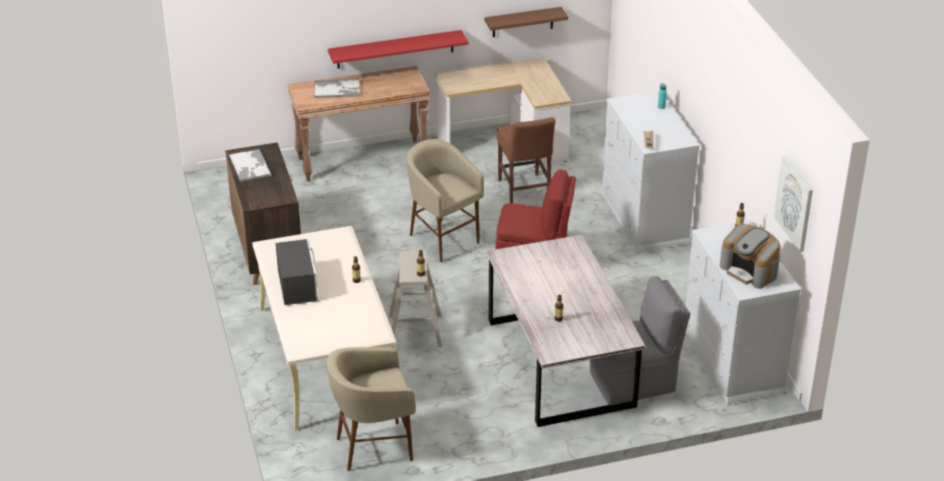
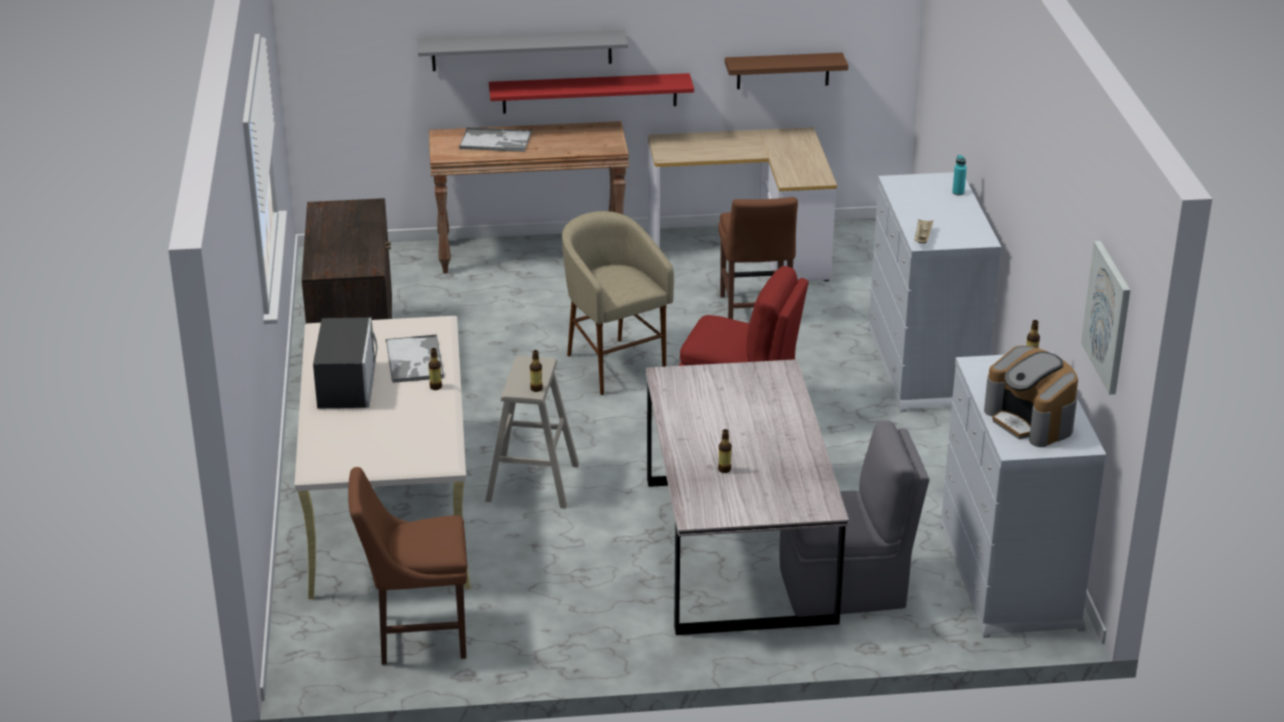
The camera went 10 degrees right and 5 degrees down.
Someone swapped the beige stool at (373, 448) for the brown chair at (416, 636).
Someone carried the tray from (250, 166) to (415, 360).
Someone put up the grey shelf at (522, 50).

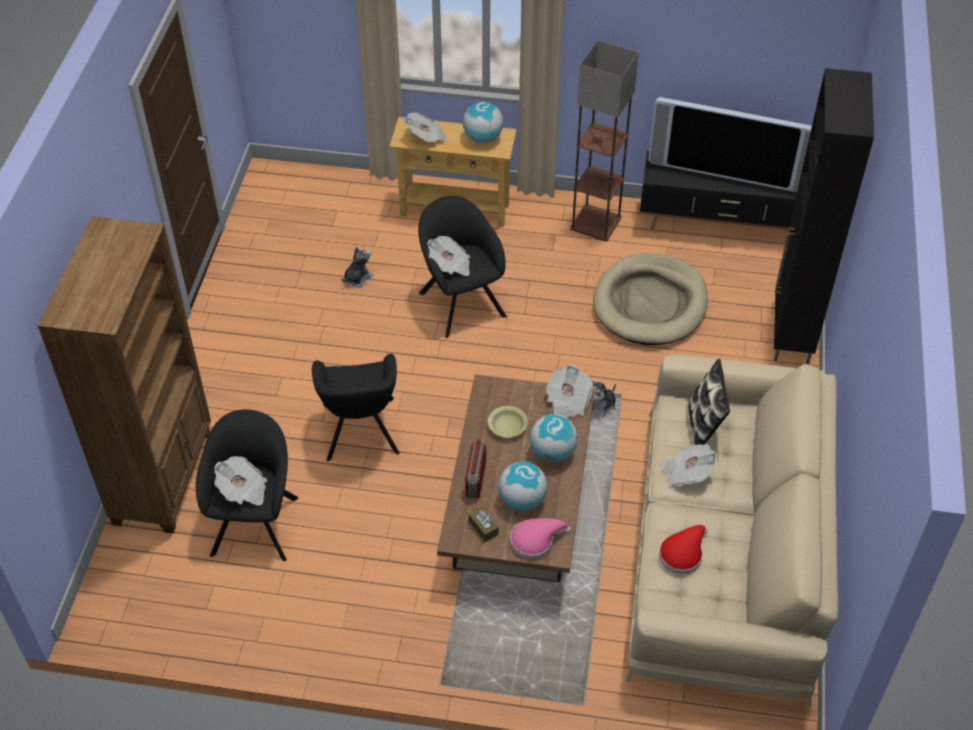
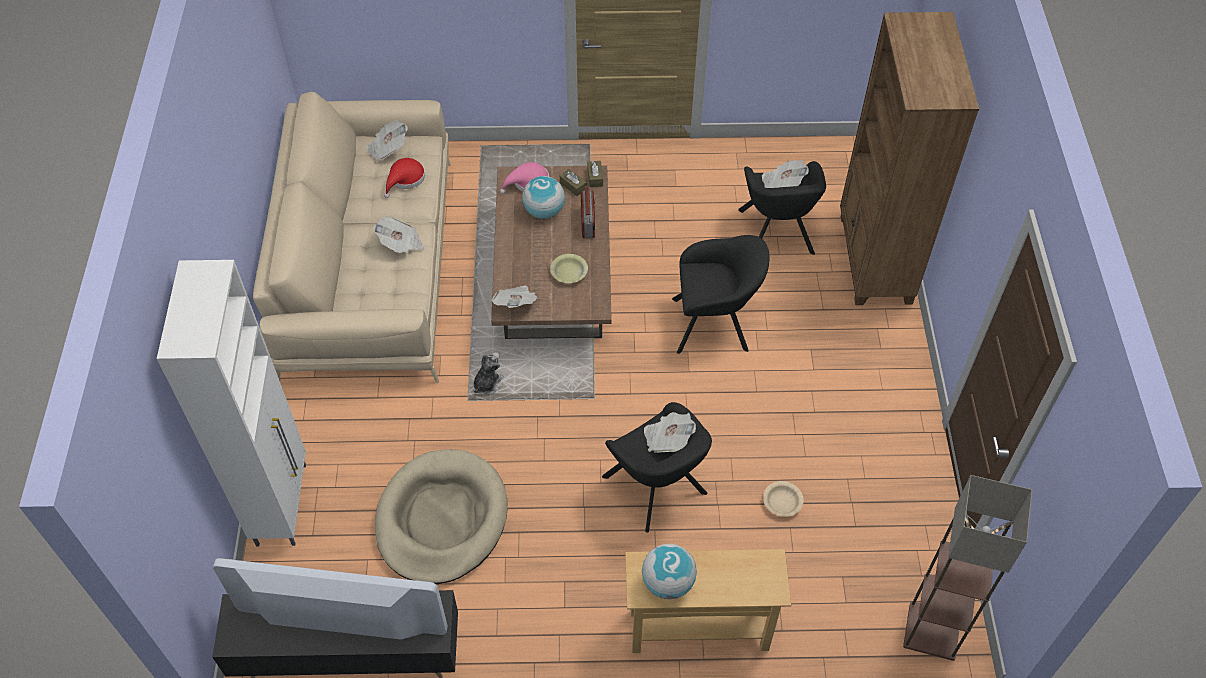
The camera went 170 degrees right and 5 degrees up.
Someone repainted the black cabinet at (791, 333), which became the white cabinet at (282, 503).
Someone carried the newspaper from (426, 137) to (387, 149).
Someone put down the brown tissue box at (595, 177).
Someone rotated the black armchair at (360, 432) by 105 degrees clockwise.
Someone swapped the plush toy at (357, 278) for the beige bowl at (782, 502).
Someone carried the floor lamp from (595, 223) to (932, 630).
Someone took away the globe at (553, 452).
Someone took away the pillow at (704, 425).

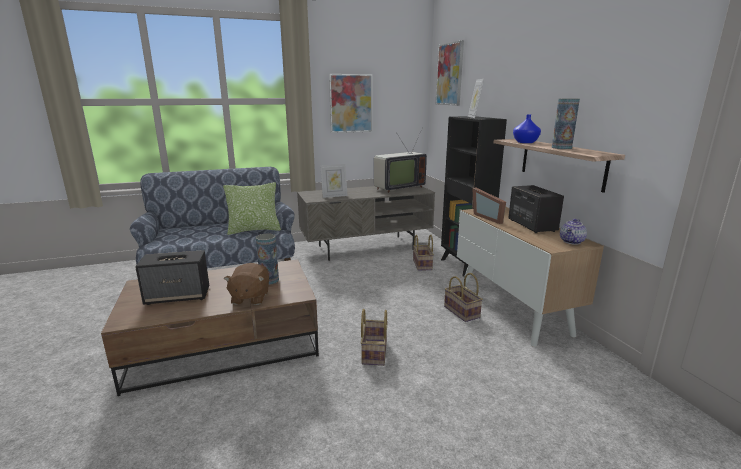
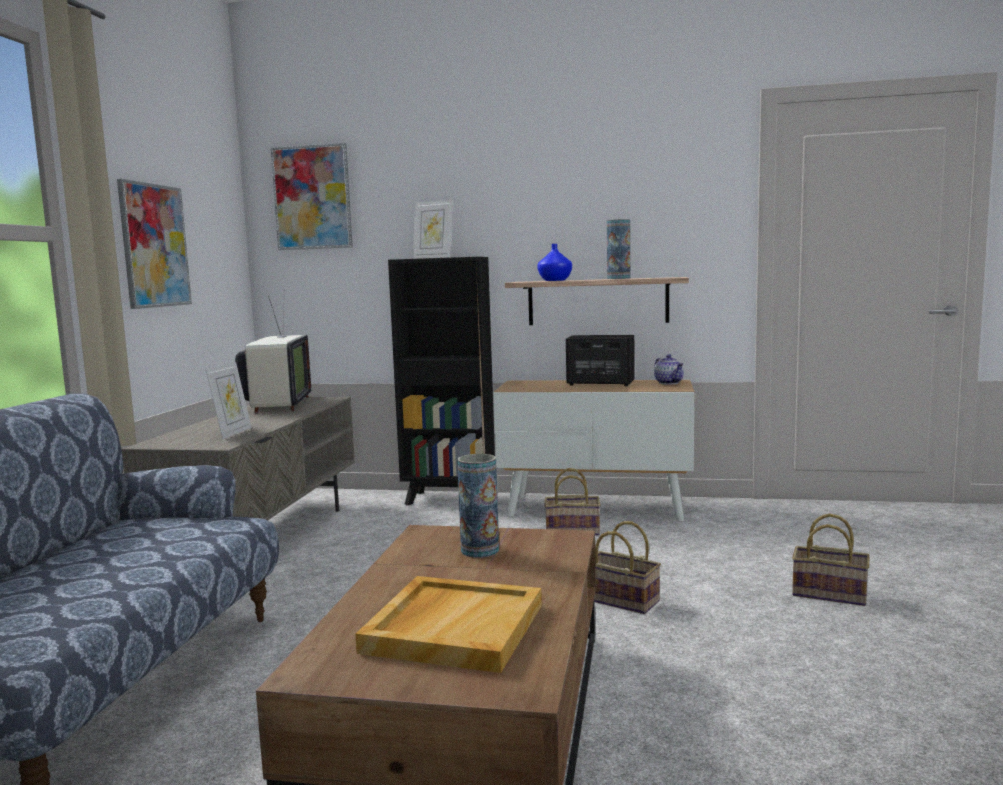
The camera went 60 degrees left and 10 degrees down.
Someone swapped the speaker at (178, 296) for the beige tray at (453, 627).
Someone carried the basket from (423, 265) to (831, 594).
Someone took away the pillow at (254, 230).
Someone took away the brown plush toy at (250, 298).
Someone took away the picture frame at (489, 217).

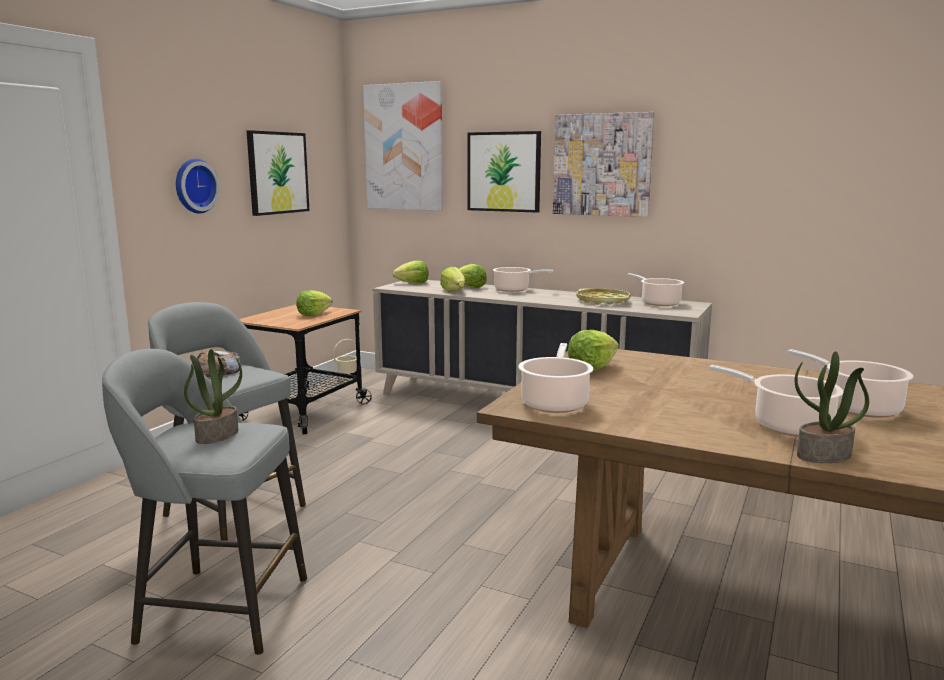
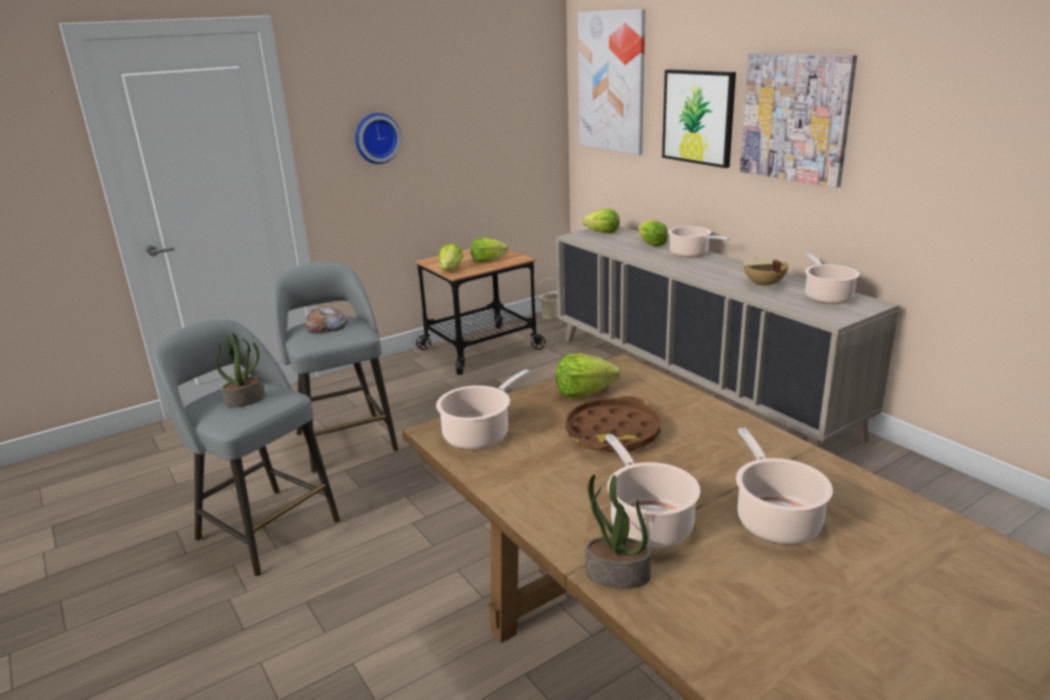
The camera went 30 degrees right and 10 degrees up.
Someone carried the lettuce from (454, 291) to (450, 270).
Someone put down the brown tray at (613, 433).
Someone swapped the yellow tray at (602, 301) for the beige cooking pot at (763, 285).
Someone took away the picture at (277, 173).

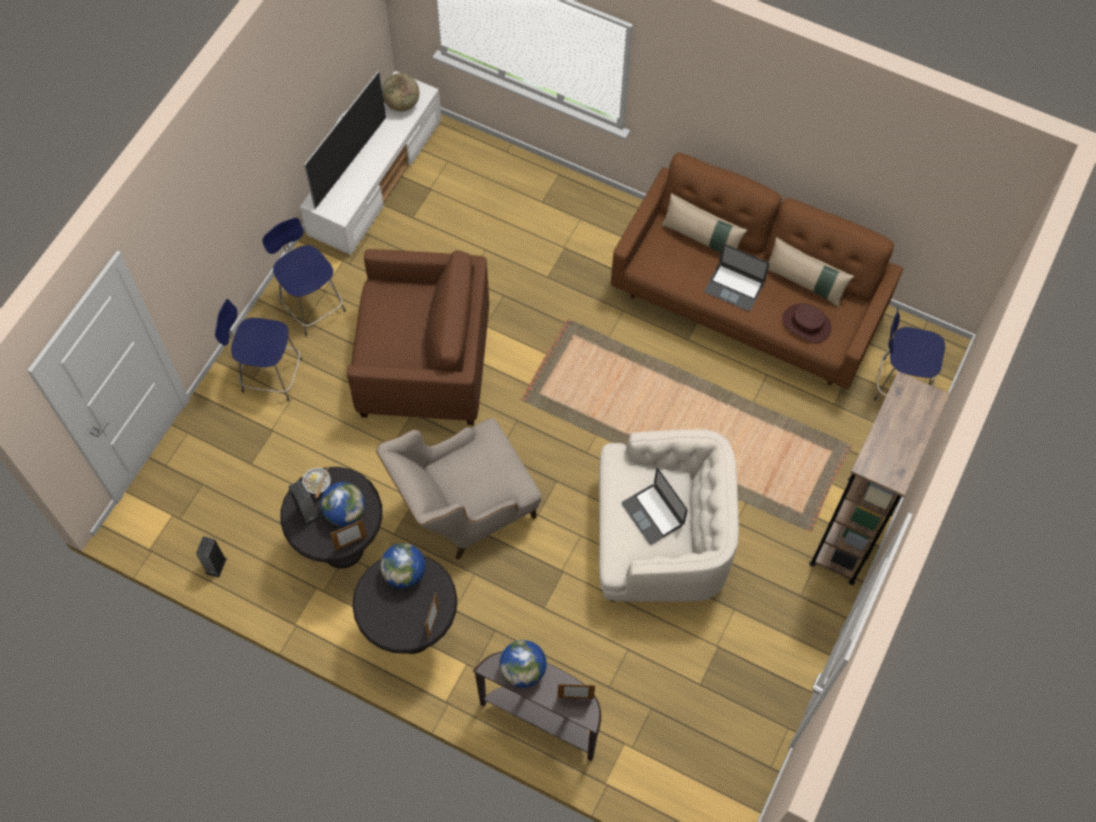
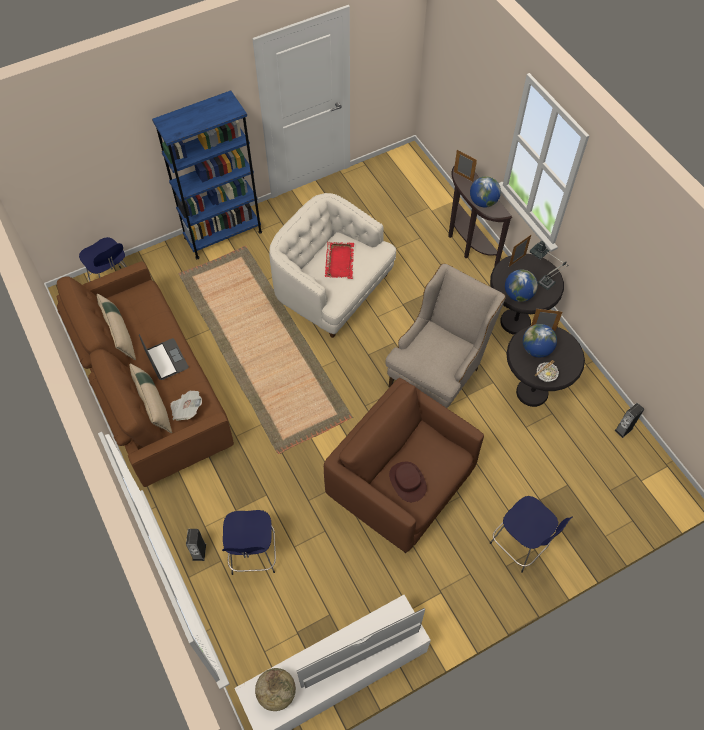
The camera went 145 degrees left and 5 degrees down.
Someone repainted the brown bookcase at (851, 530), which became the blue bookcase at (223, 235).
Someone put down the newspaper at (186, 410).
Someone carried the speaker from (307, 513) to (199, 552).
Someone carried the blue stool from (311, 305) to (253, 555).
Someone swapped the laptop at (652, 514) for the red tray at (339, 261).
Someone rotated the beige armchair at (464, 510) by 60 degrees counterclockwise.
Someone carried the brown hat from (806, 324) to (407, 482).
Someone put down the table lamp at (542, 280).

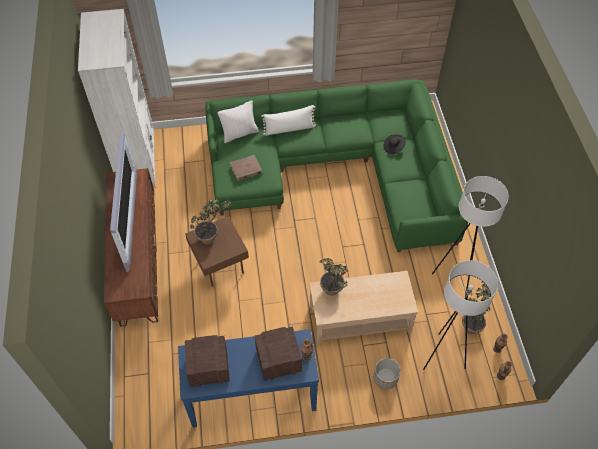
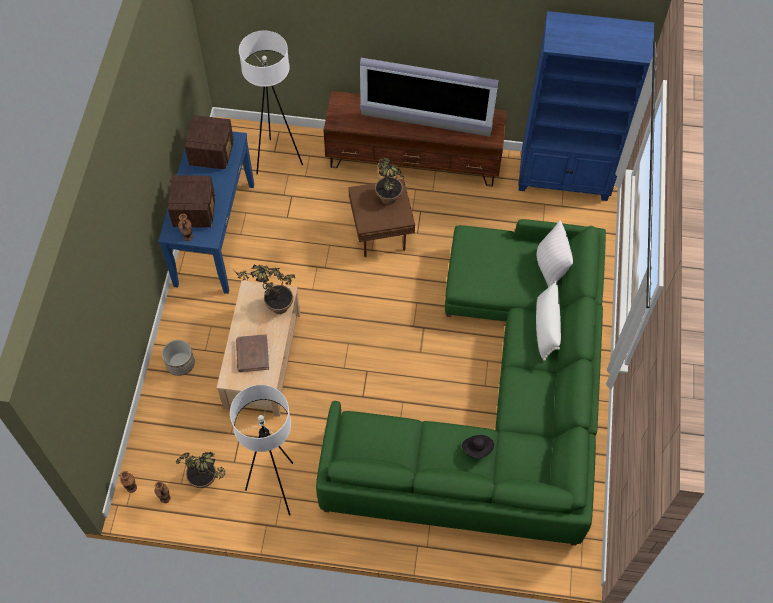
The camera went 105 degrees right and 5 degrees up.
Someone carried the brown book from (246, 169) to (252, 354).
Someone carried the white floor lamp from (442, 356) to (277, 159).
Someone repainted the white bookcase at (138, 161), which became the blue bookcase at (564, 179).

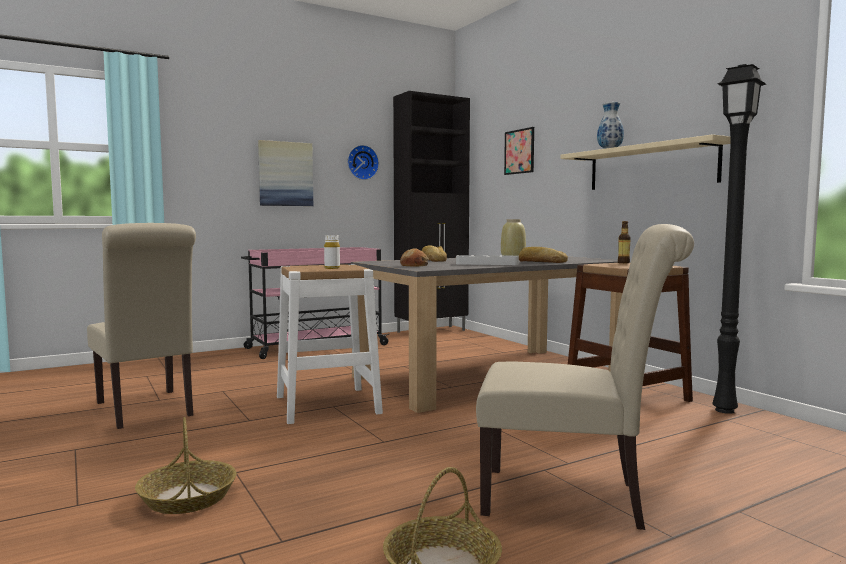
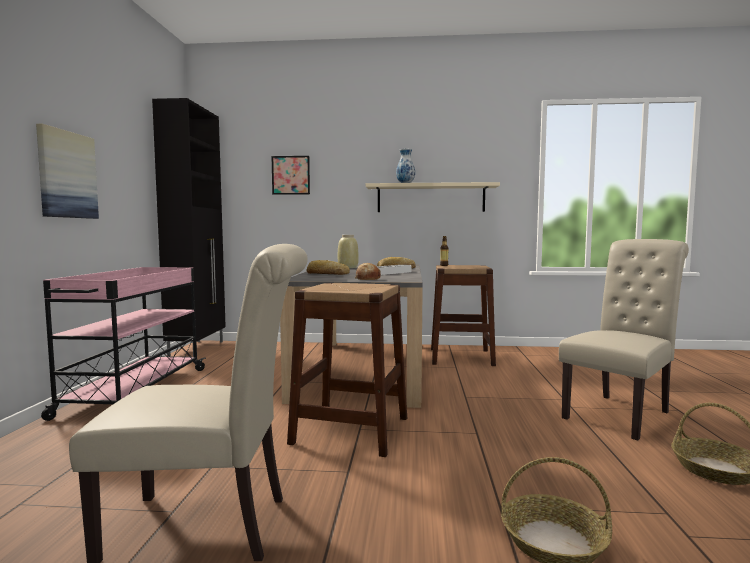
The camera went 55 degrees left and 0 degrees up.
Someone repainted the white stool at (327, 404), which became the brown stool at (351, 430).
Someone took away the white bottle at (332, 268).
Someone took away the wall clock at (362, 162).
Someone took away the black floor lamp at (725, 411).

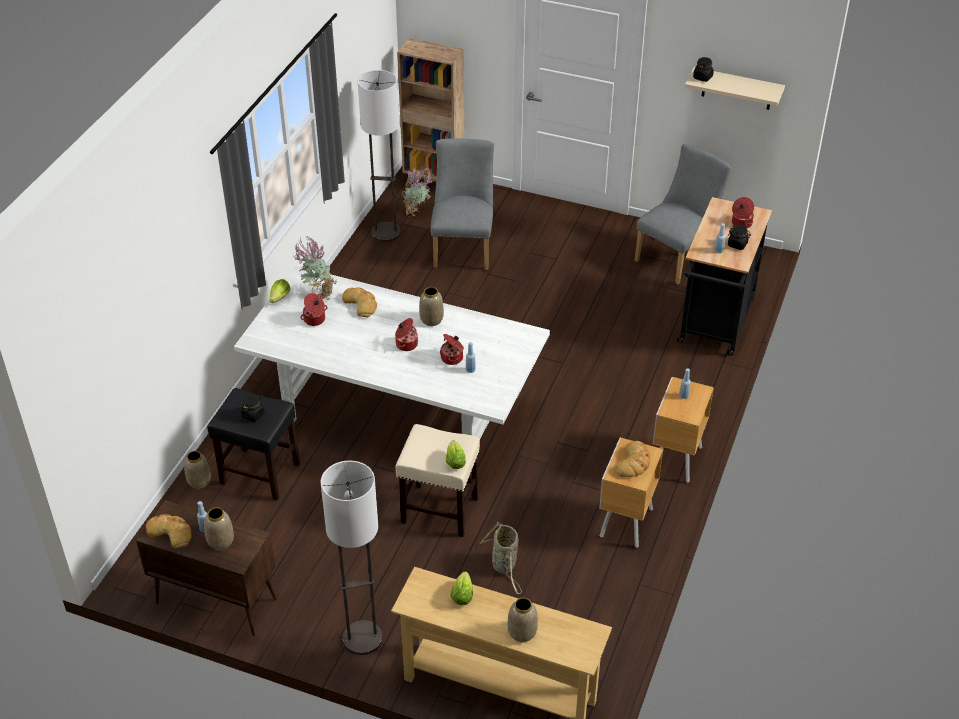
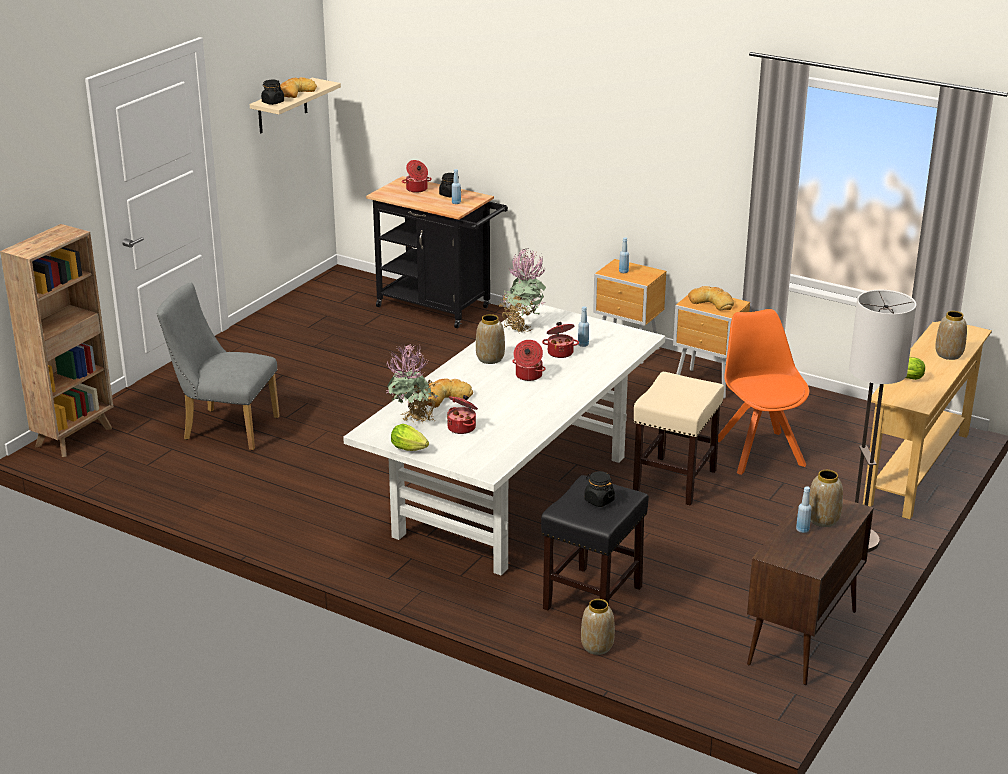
The camera went 80 degrees left and 15 degrees down.
Someone carried the bread from (170, 532) to (295, 92).
Someone carried the potted plant from (417, 213) to (521, 327).
Someone swapped the basket at (504, 566) for the orange chair at (758, 451).
Someone took away the floor lamp at (386, 232).
Someone took away the lettuce at (455, 460).
Someone took away the grey chair at (677, 257).

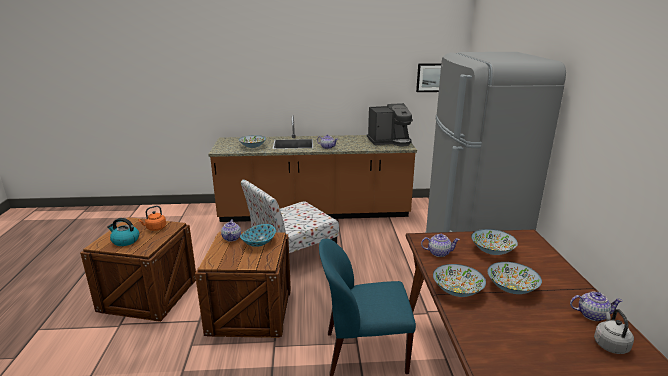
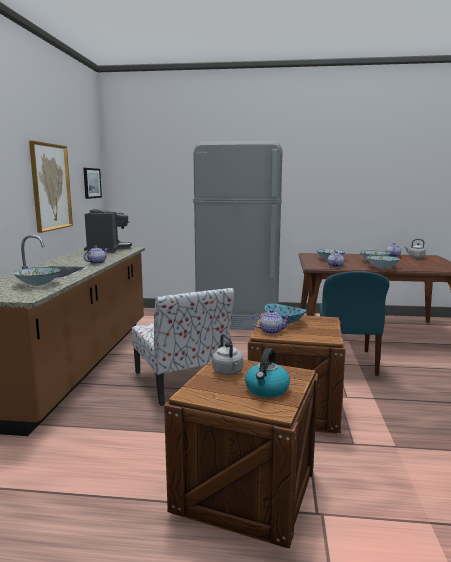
The camera went 80 degrees left and 10 degrees down.
Someone put up the picture at (50, 187).
Someone repainted the orange kettle at (155, 228), which became the grey kettle at (228, 372).

